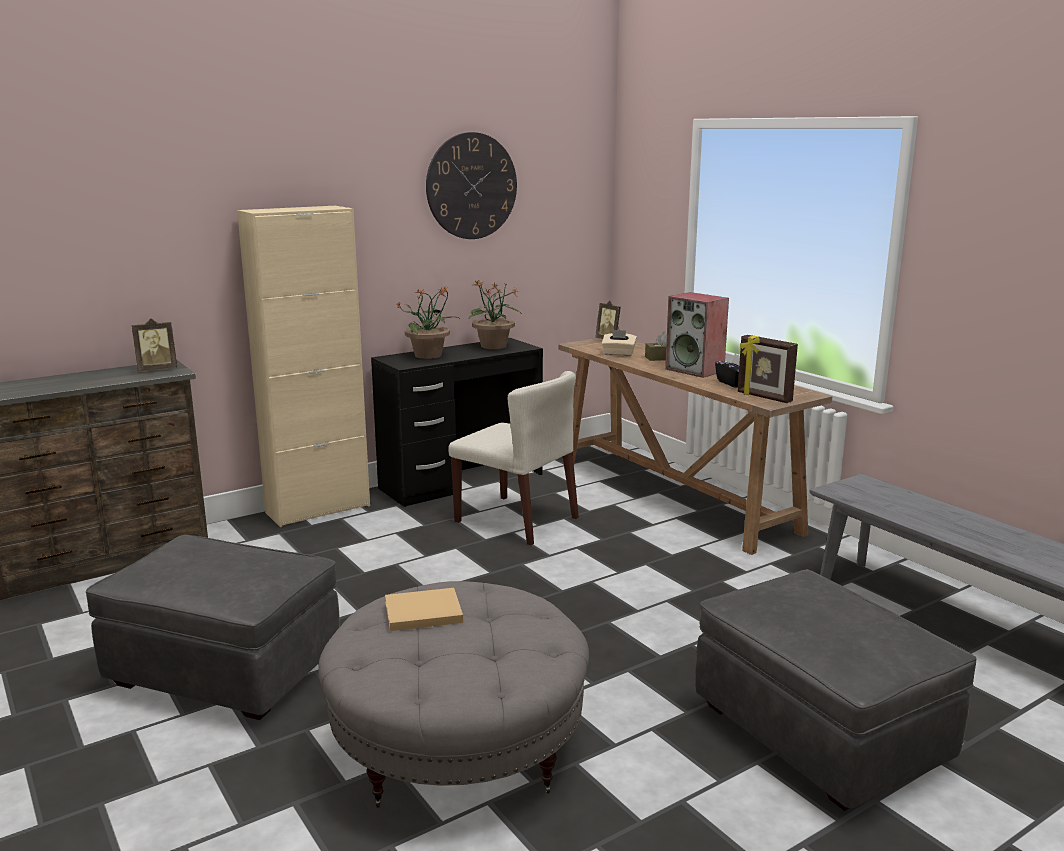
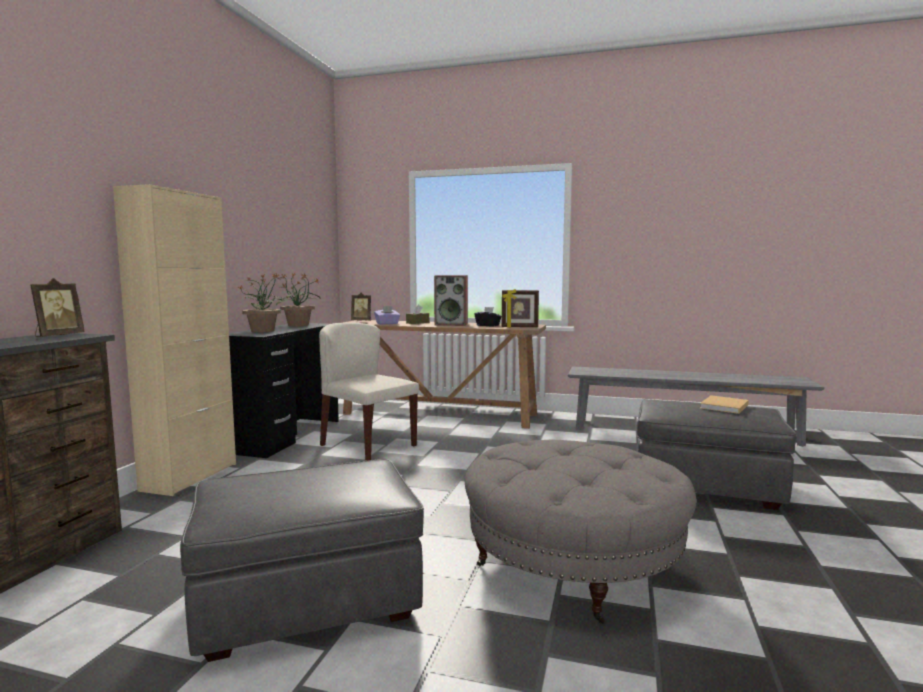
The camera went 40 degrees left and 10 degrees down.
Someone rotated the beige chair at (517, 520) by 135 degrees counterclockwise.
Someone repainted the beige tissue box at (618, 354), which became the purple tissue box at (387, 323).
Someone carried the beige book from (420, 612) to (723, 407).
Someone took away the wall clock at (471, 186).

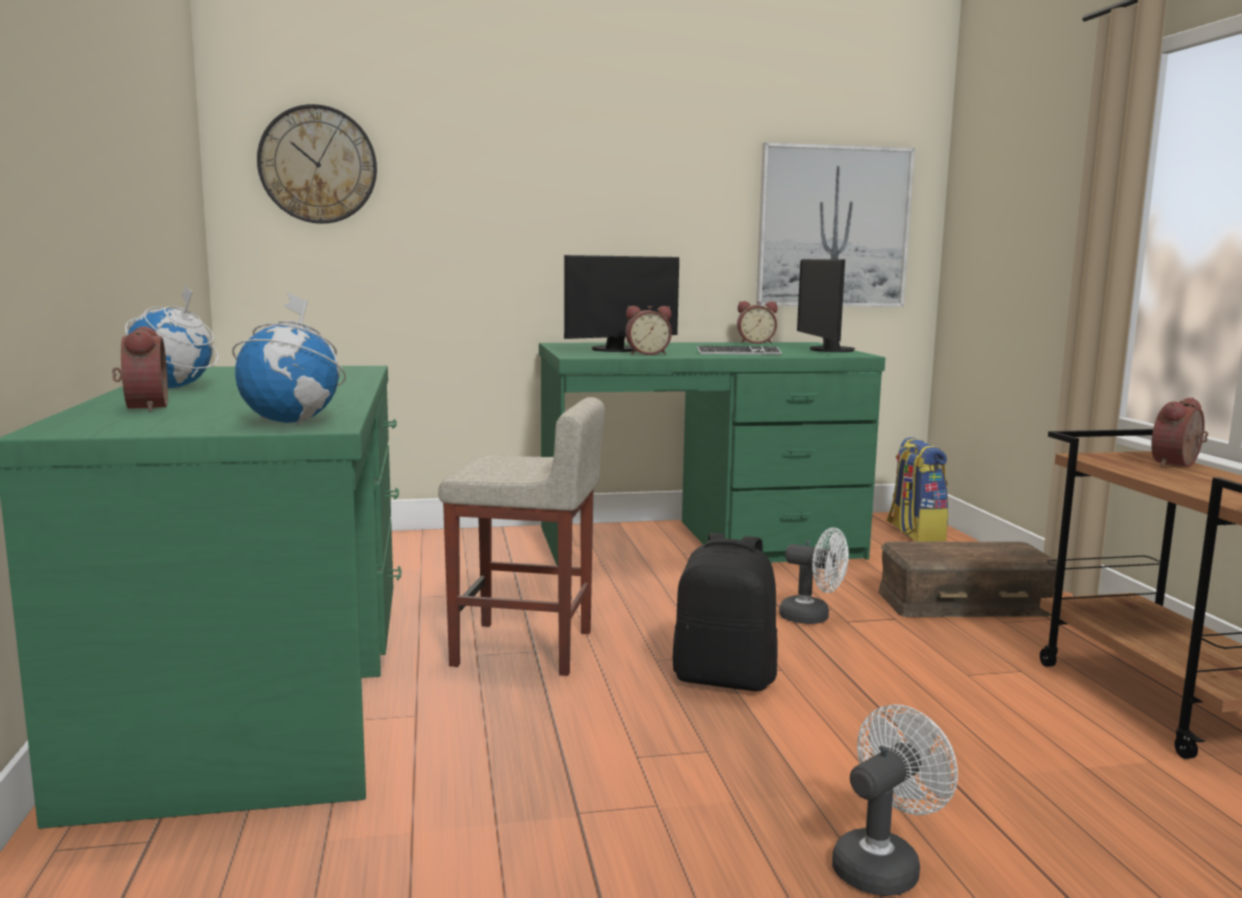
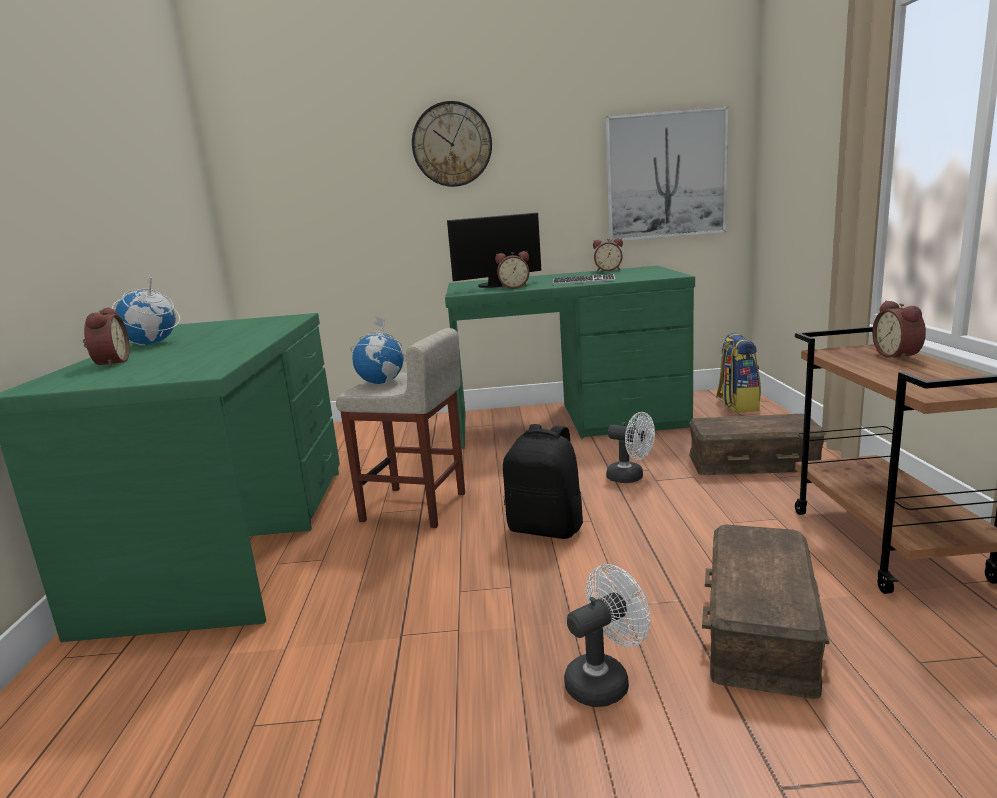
The camera went 10 degrees right and 5 degrees up.
Someone carried the globe from (292, 422) to (382, 382).
Someone carried the wall clock from (318, 165) to (452, 144).
Someone put down the brown storage box at (762, 627).
Someone rotated the alarm clock at (1178, 465) by 60 degrees counterclockwise.
Someone took away the monitor at (827, 350).

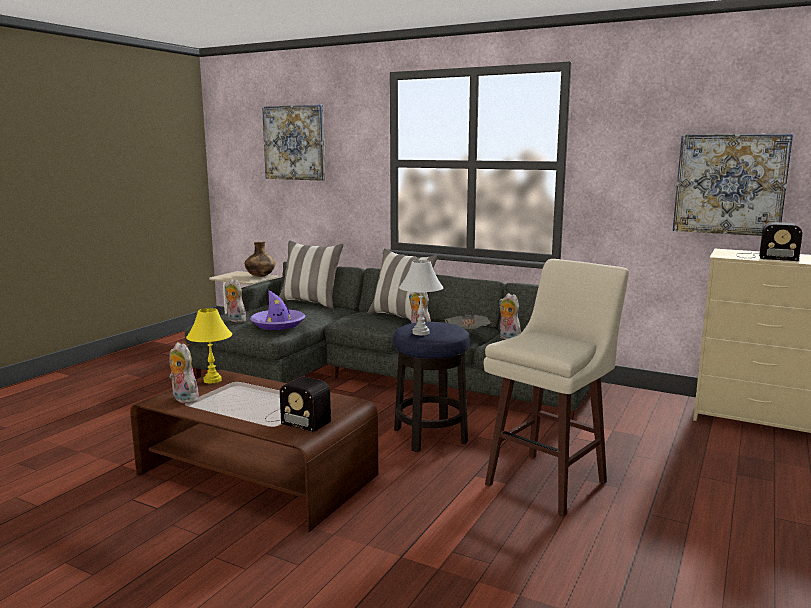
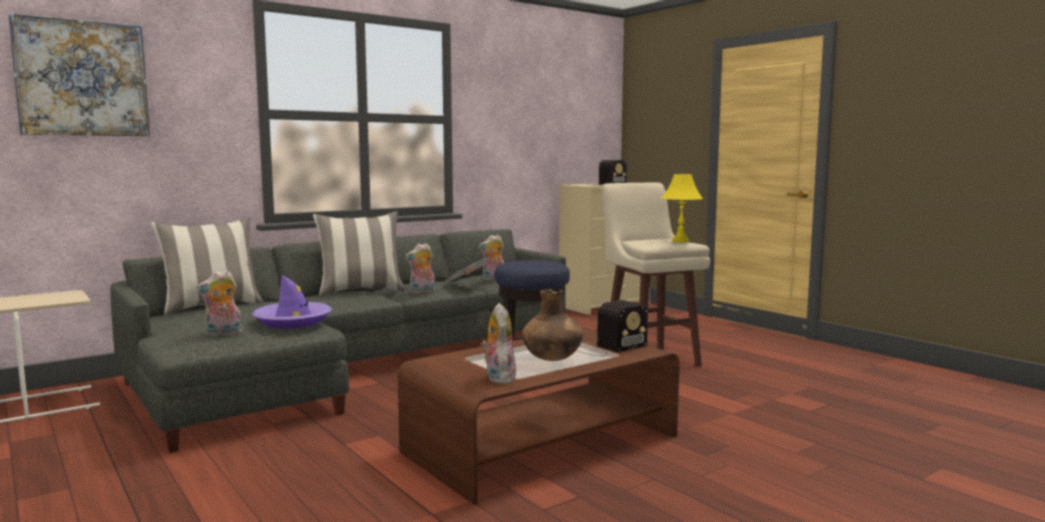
The camera went 65 degrees left and 5 degrees down.
Someone rotated the plush toy at (183, 399) by 105 degrees clockwise.
Someone carried the brown vase from (260, 276) to (552, 359).
Someone carried the yellow table lamp from (212, 380) to (680, 241).
Someone took away the white table lamp at (420, 333).
Someone took away the picture at (730, 184).

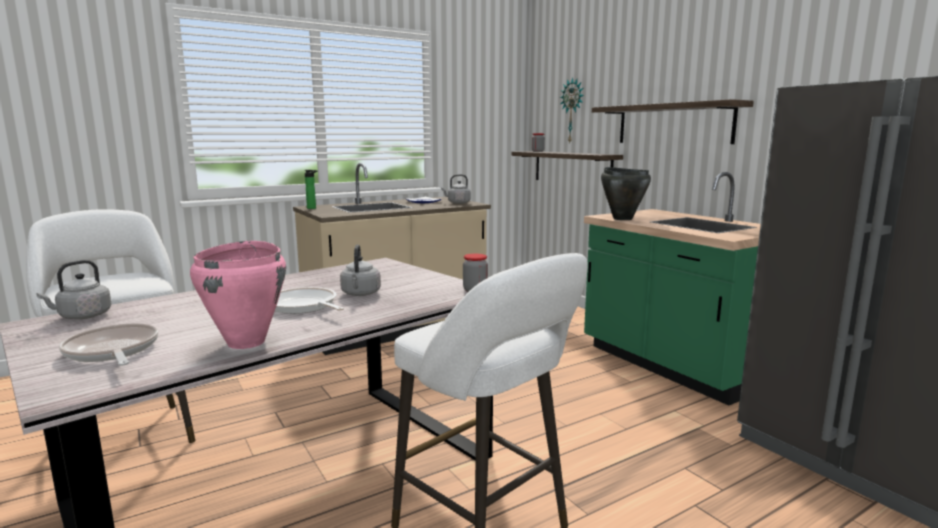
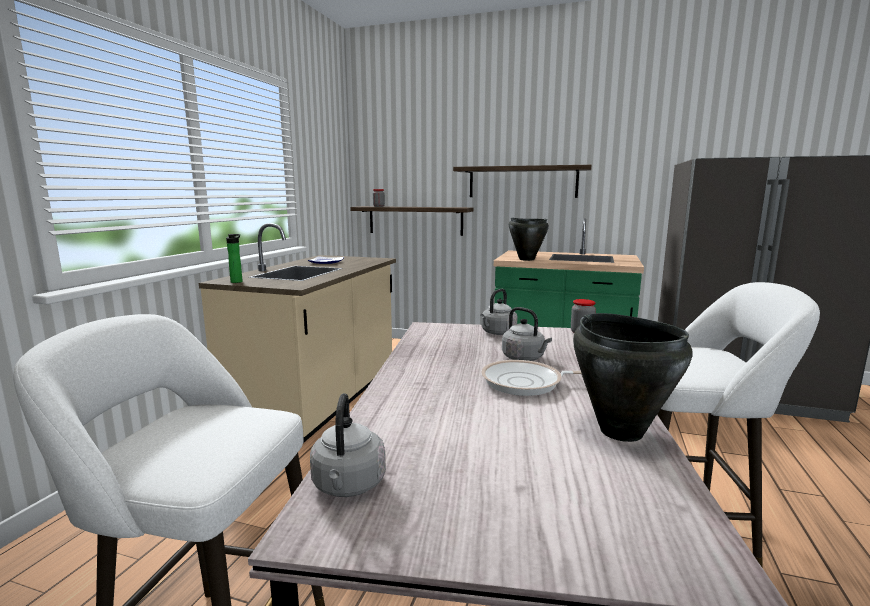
The camera went 40 degrees left and 0 degrees up.
Someone carried the grey kettle from (457, 203) to (497, 333).
Someone repainted the pink cooking pot at (247, 342), which became the black cooking pot at (620, 431).
Someone took away the frying pan at (112, 351).
Someone took away the wall clock at (573, 111).

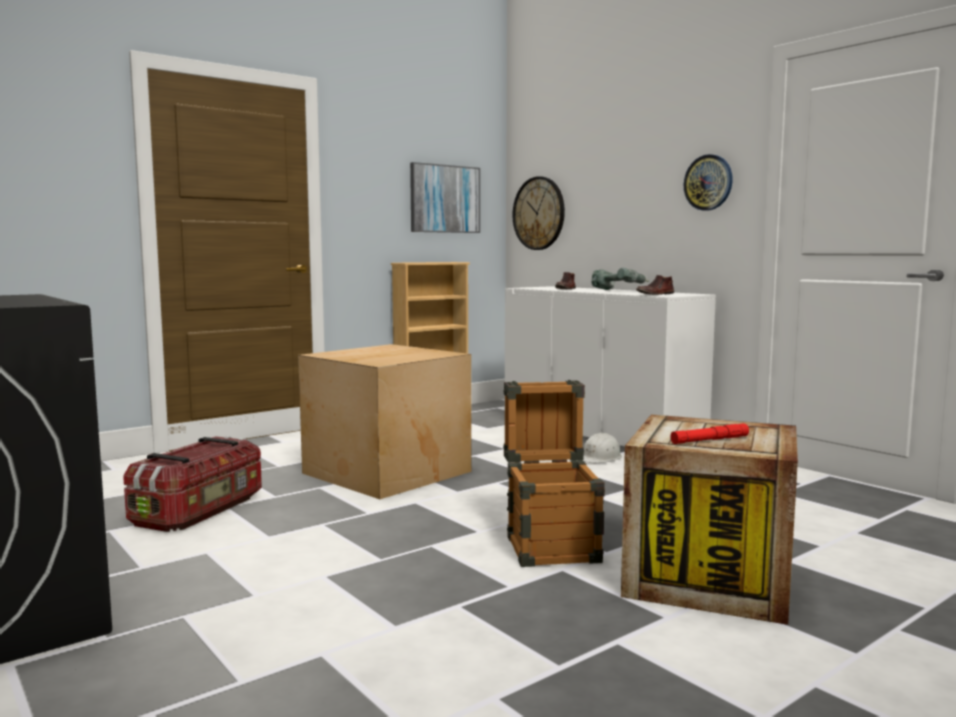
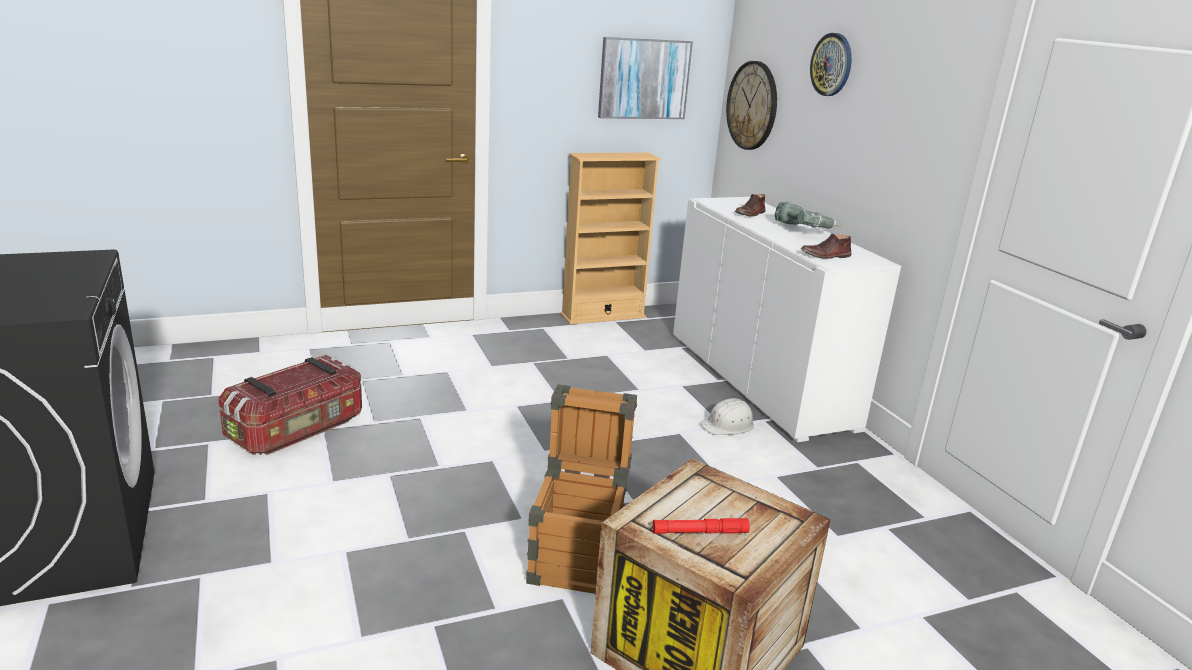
The camera went 15 degrees right and 15 degrees up.
Someone carried the wall clock from (708, 182) to (832, 64).
Someone took away the cardboard box at (384, 472).

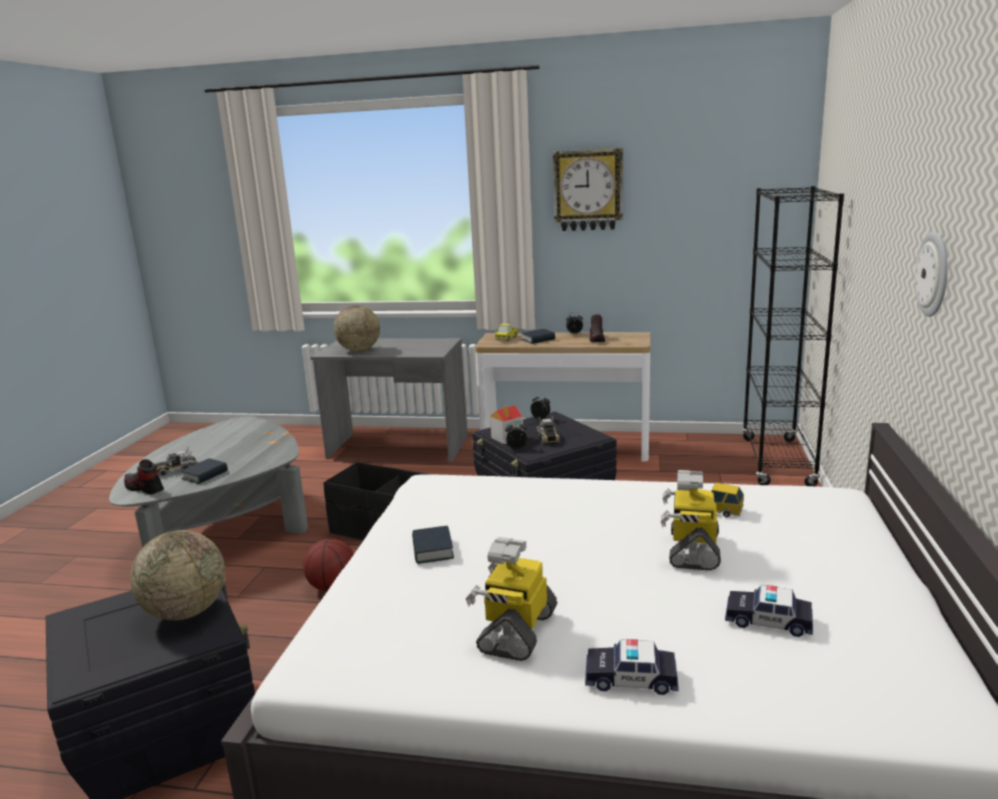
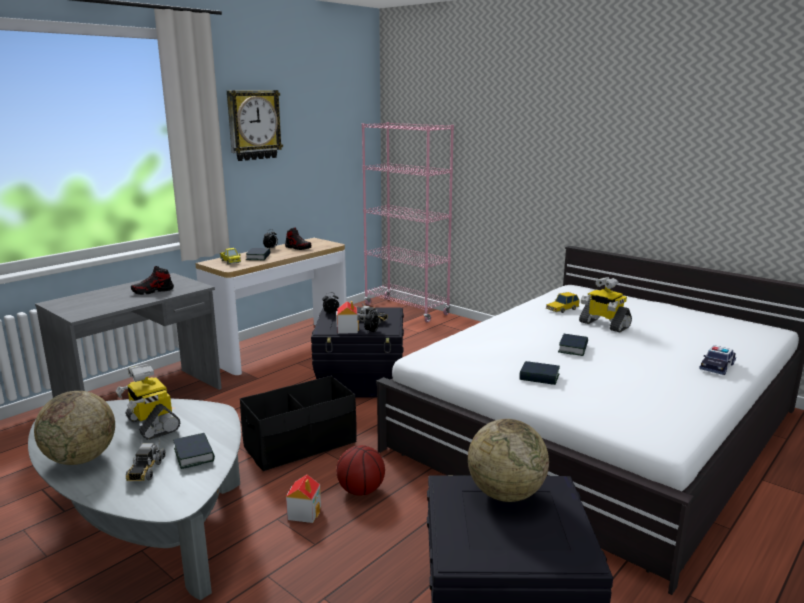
The camera went 60 degrees left and 0 degrees up.
Someone carried the globe from (359, 350) to (81, 458).
Someone carried the toy robot from (516, 631) to (151, 424).
Someone carried the shoe from (144, 488) to (153, 291).
Someone put down the toy house at (304, 512).
Someone repainted the black bookcase at (777, 462), which became the pink bookcase at (406, 309).
Someone put down the book at (573, 348).
Someone took away the toy car at (768, 621).
Someone took away the wall clock at (934, 274).

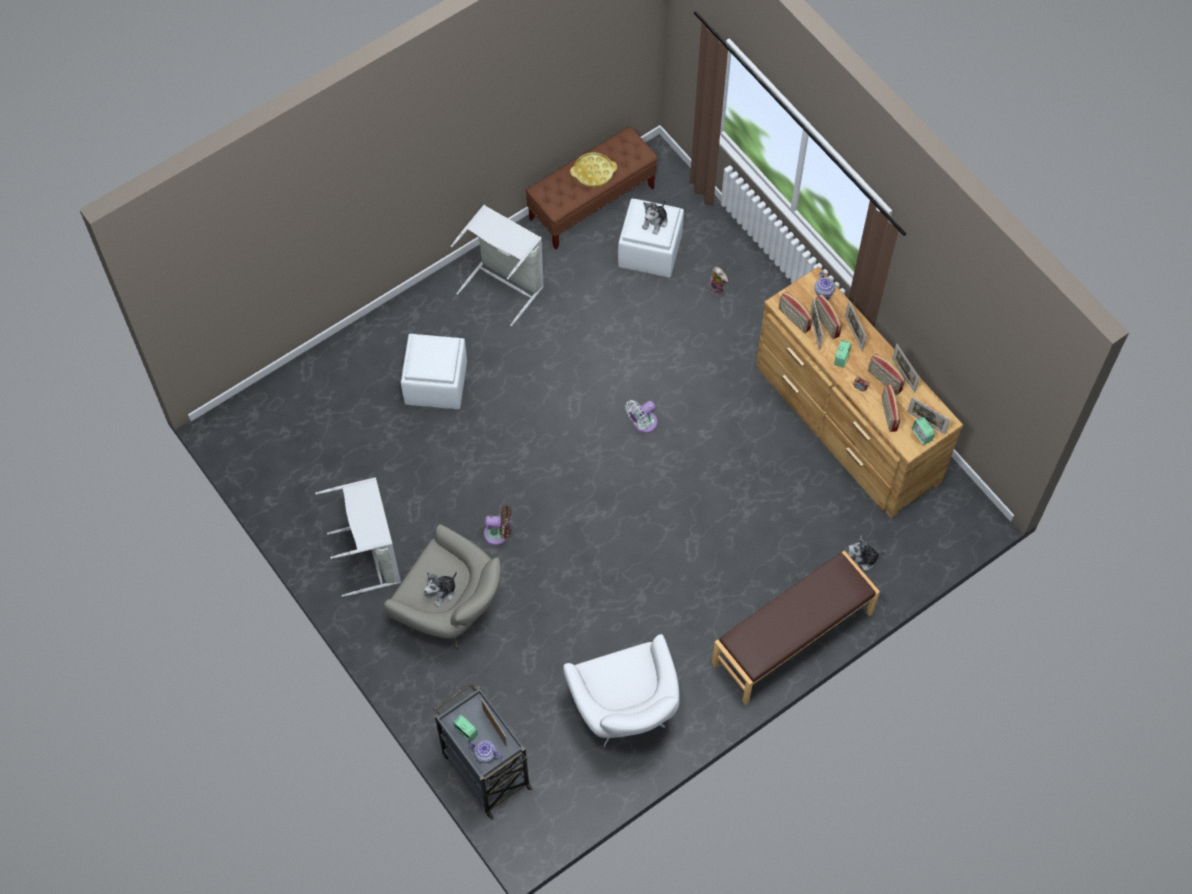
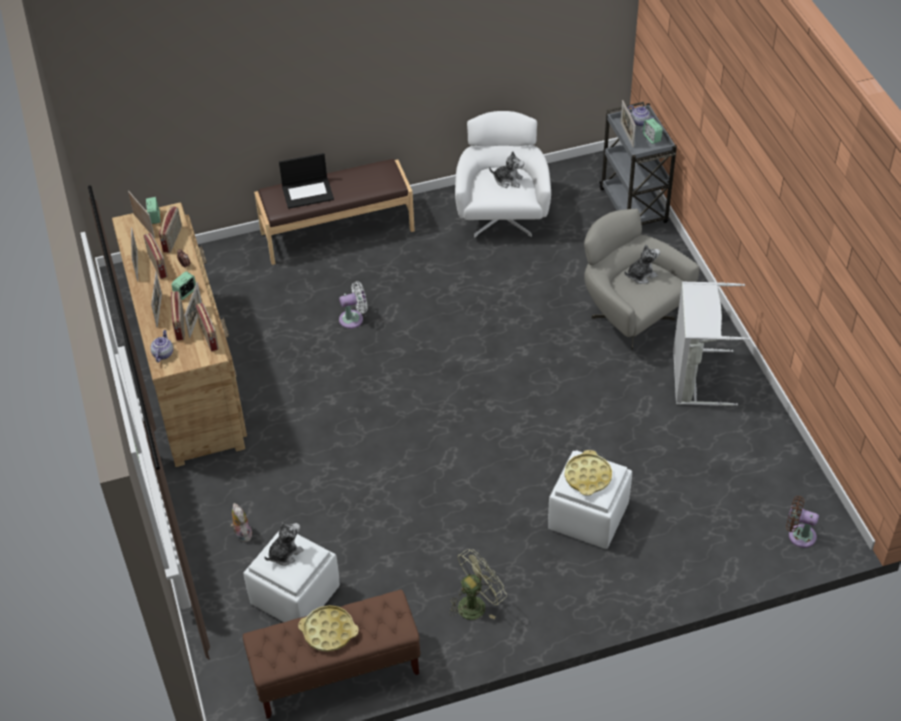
The camera went 160 degrees left and 15 degrees down.
Someone put down the laptop at (308, 192).
Someone carried the white fan from (642, 423) to (354, 319).
Someone swapped the grey laundry basket at (505, 284) for the green fan at (476, 603).
Someone carried the plush toy from (862, 559) to (508, 180).
Someone put down the yellow tray at (588, 476).
Someone carried the brown fan from (499, 534) to (799, 535).

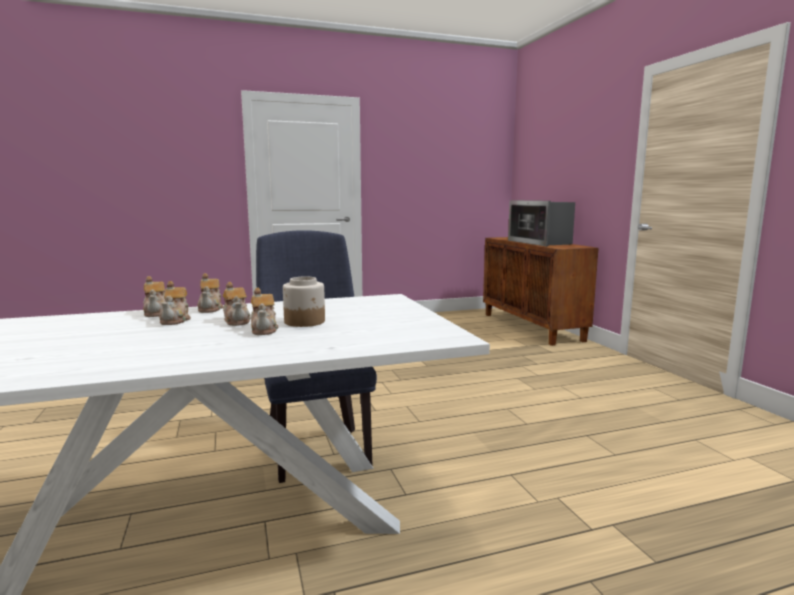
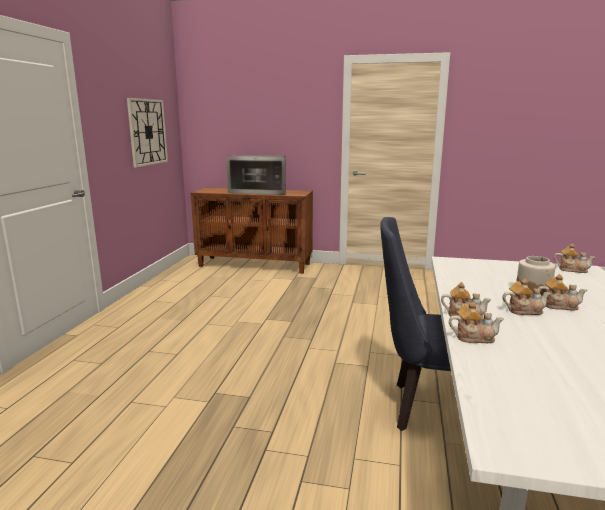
The camera went 60 degrees left and 5 degrees up.
Someone put up the wall clock at (147, 132).
Someone carried the teapot from (176, 320) to (572, 269).

